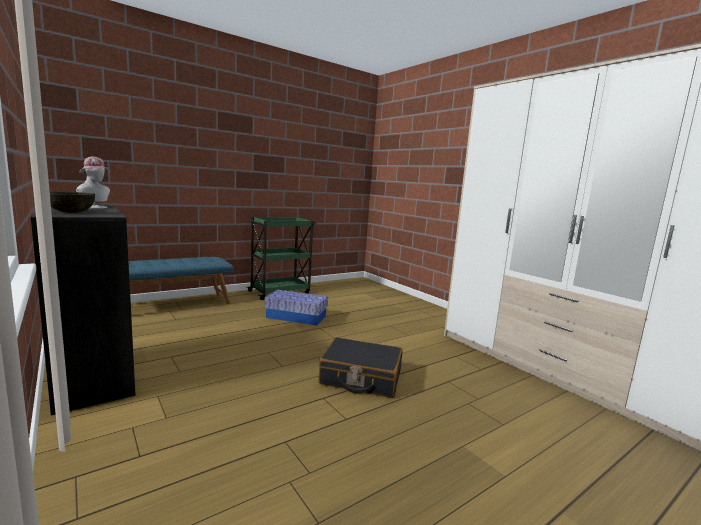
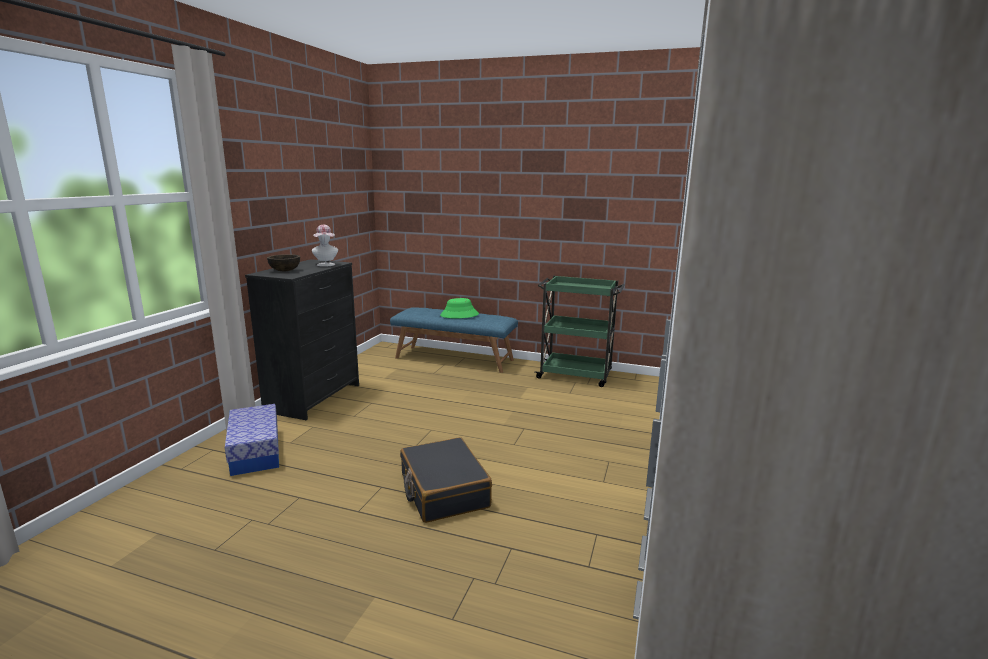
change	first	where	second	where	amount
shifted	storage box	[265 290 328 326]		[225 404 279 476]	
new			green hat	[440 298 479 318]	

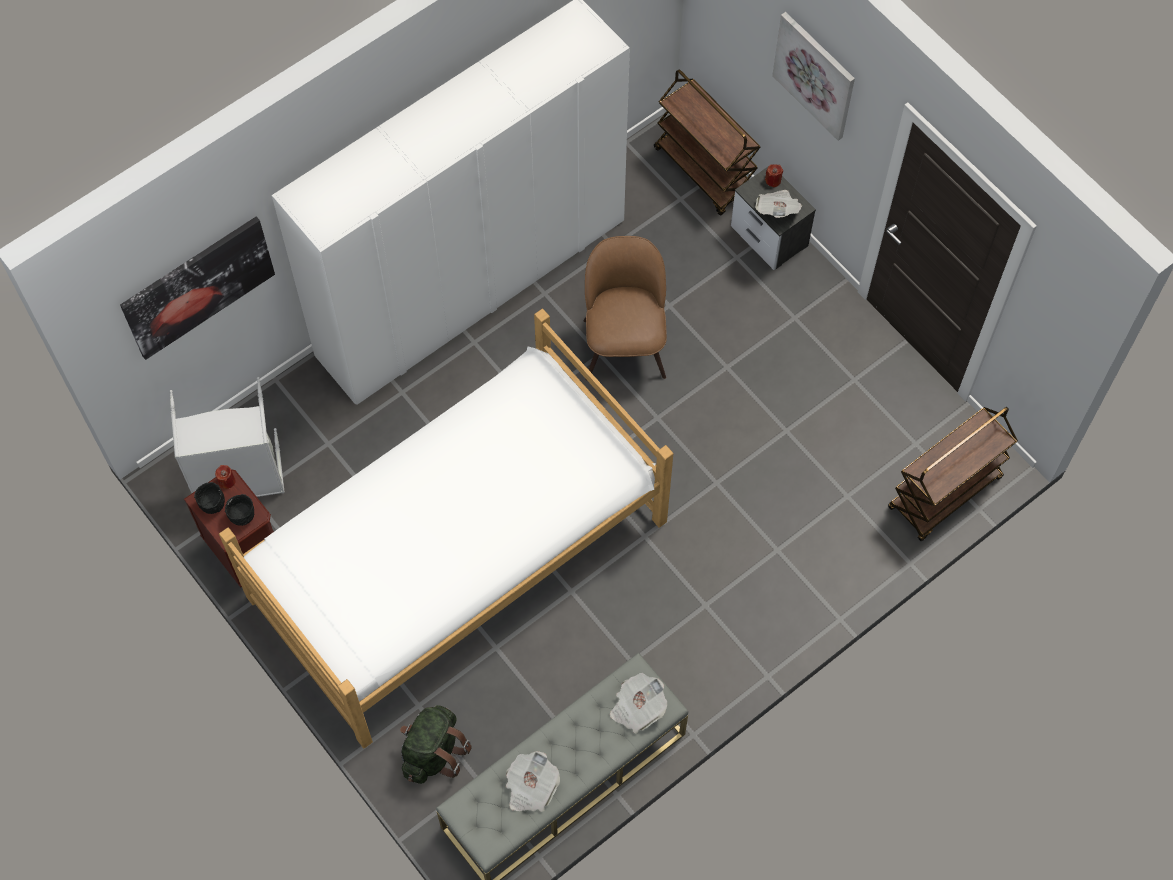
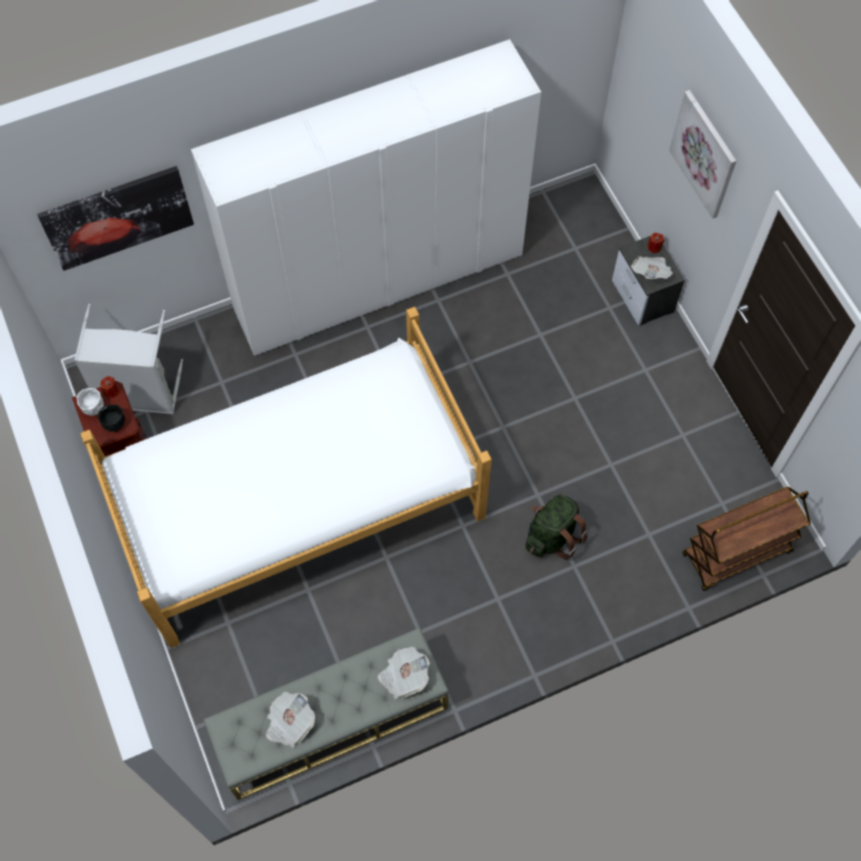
change	first	where	second	where	amount
gone	brown cart	[654 69 761 215]			
gone	brown chair	[584 236 667 381]			
repainted	black bowl	[194 482 225 514]	white bowl	[76 388 104 416]	
shifted	green backpack	[400 705 472 784]		[525 494 588 560]	

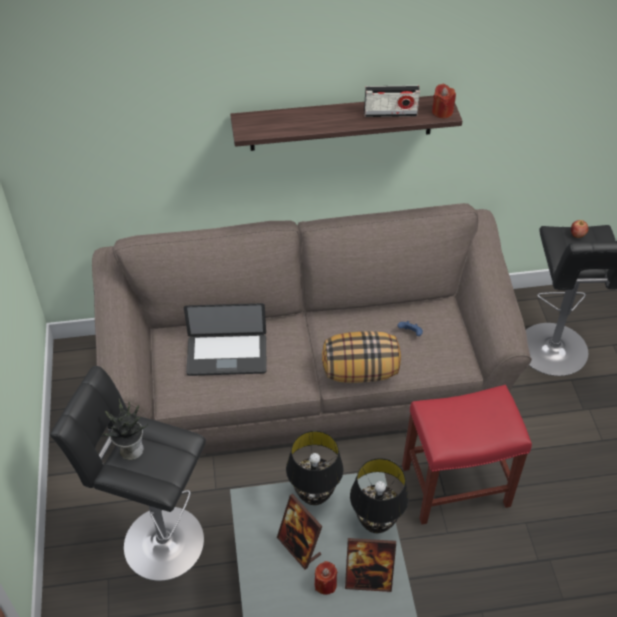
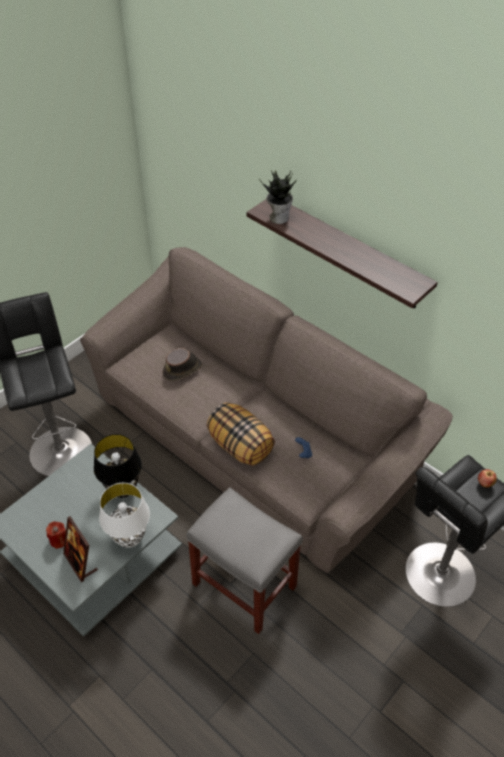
change	first	where	second	where	amount
gone	red candle	[432 84 456 118]			
gone	radio	[364 85 420 117]			
swapped	laptop	[184 303 267 376]	brown hat	[162 348 202 381]	
repainted	red stool	[402 385 532 525]	grey stool	[187 487 303 634]	
shifted	potted plant	[102 399 148 460]		[259 170 297 224]	
repainted	black table lamp	[350 458 409 533]	white table lamp	[99 483 150 548]	
gone	picture frame	[277 494 322 570]			

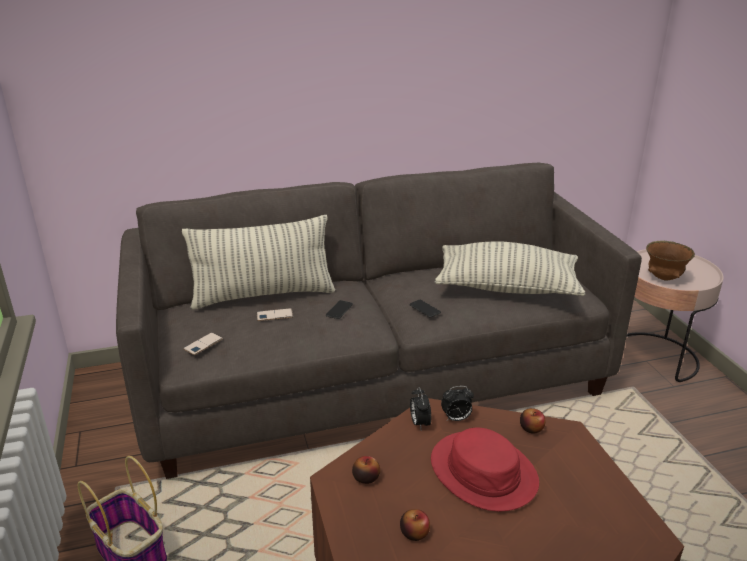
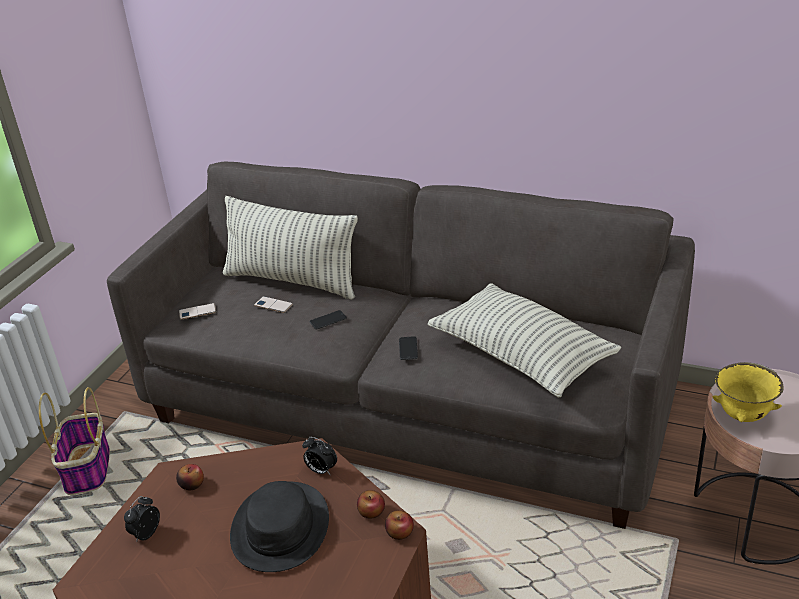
change	first	where	second	where	amount
repainted	brown bowl	[646 240 695 281]	yellow bowl	[713 362 784 422]	
shifted	alarm clock	[410 387 431 429]		[124 496 160 541]	
repainted	red hat	[431 428 539 511]	black hat	[230 481 329 572]	
shifted	apple	[400 509 430 541]		[385 510 414 540]	

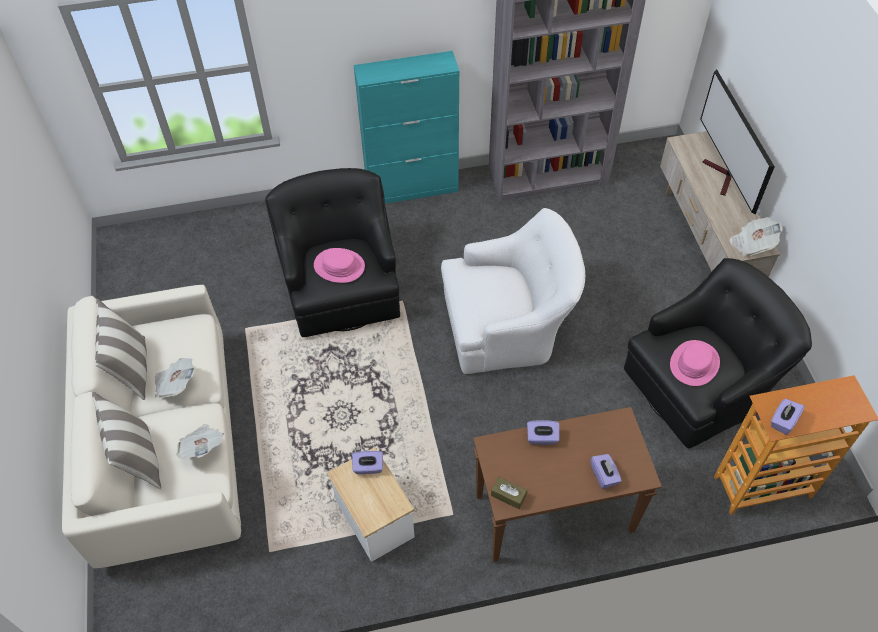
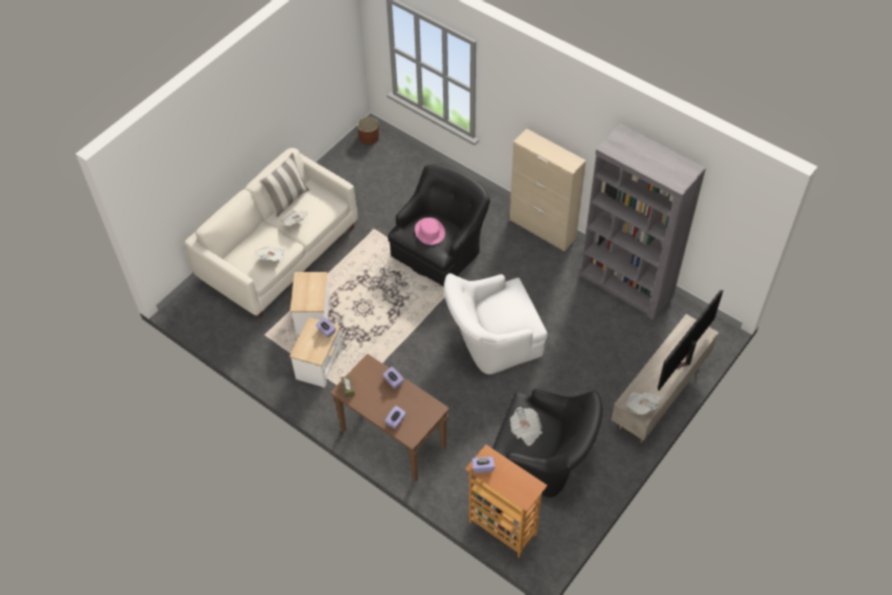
change	first	where	second	where	amount
repainted	turquoise cabinet	[353 51 459 204]	beige cabinet	[510 128 586 251]	
rotated	white armchair	[441 208 585 374]		[444 273 547 374]	120 degrees clockwise
swapped	pink hat	[670 340 720 386]	newspaper	[510 407 542 446]	
gone	pillow	[92 392 161 489]			
new			brown planter	[357 117 379 145]	
new			side table	[290 272 330 334]	

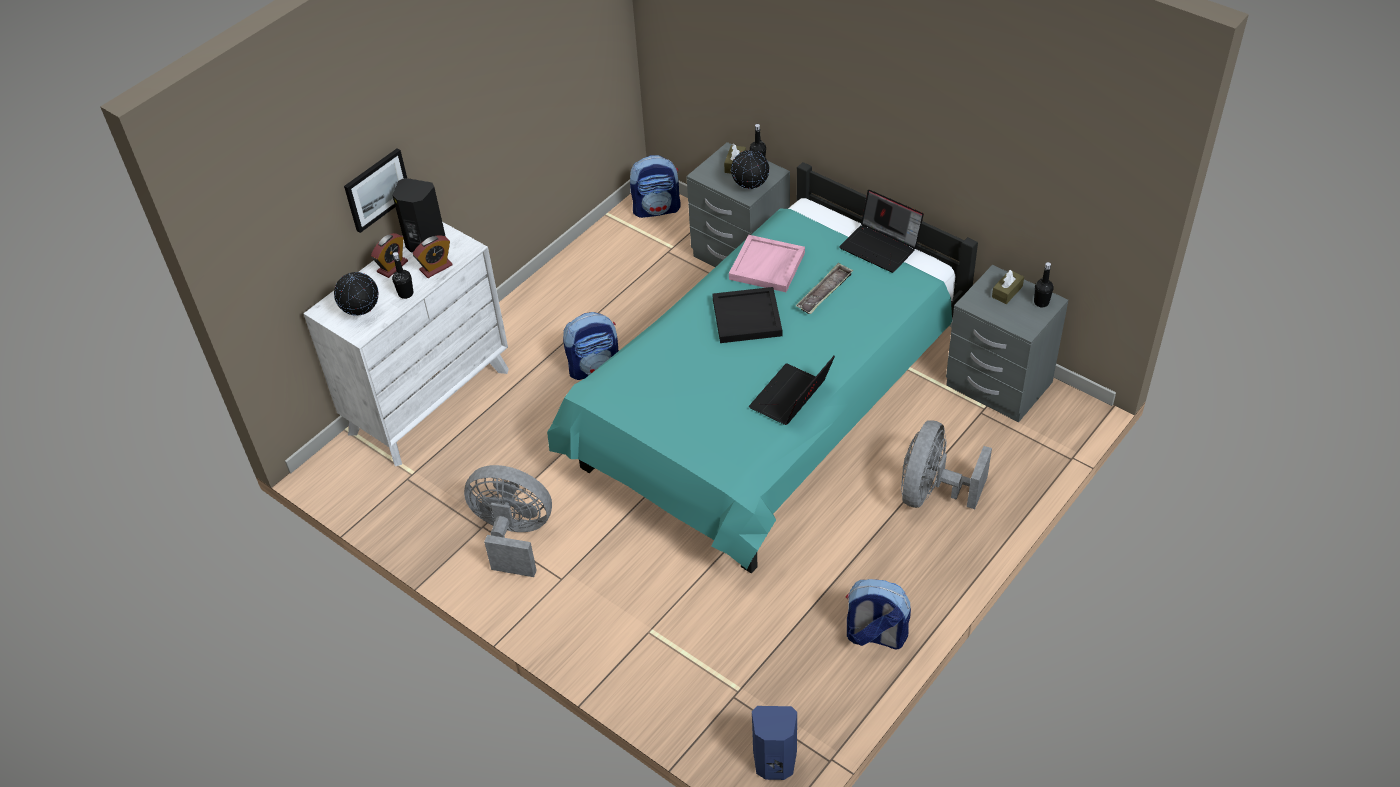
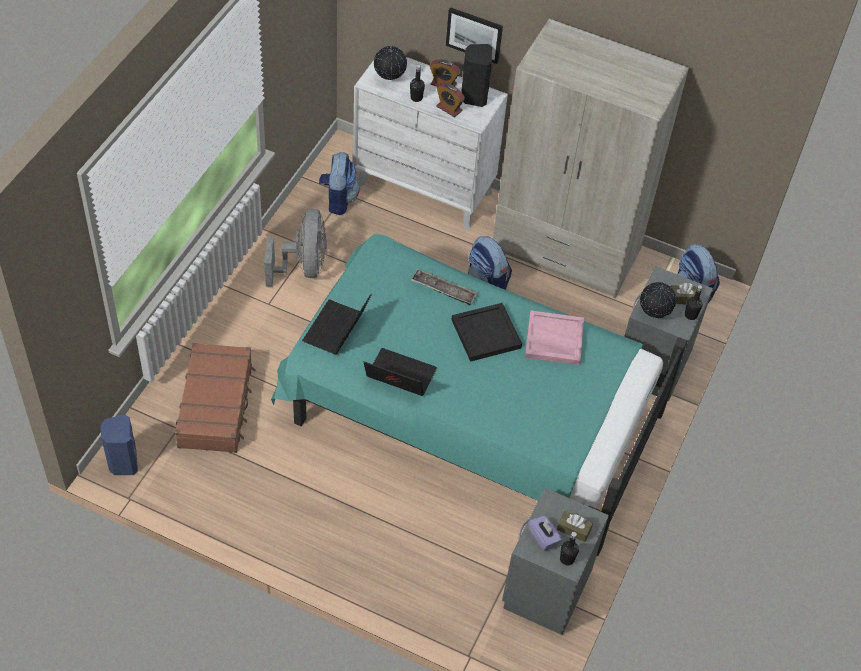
change	first	where	second	where	amount
shifted	laptop	[839 190 924 273]		[302 294 372 354]	
shifted	tray	[796 263 853 314]		[411 269 478 306]	
gone	grey fan	[901 420 992 509]			
shifted	backpack	[846 579 911 649]		[319 152 360 215]	
new			beige wardrobe	[493 19 689 298]	
new			brown suitcase	[175 343 255 453]	
new			purple tissue box	[528 516 562 551]	

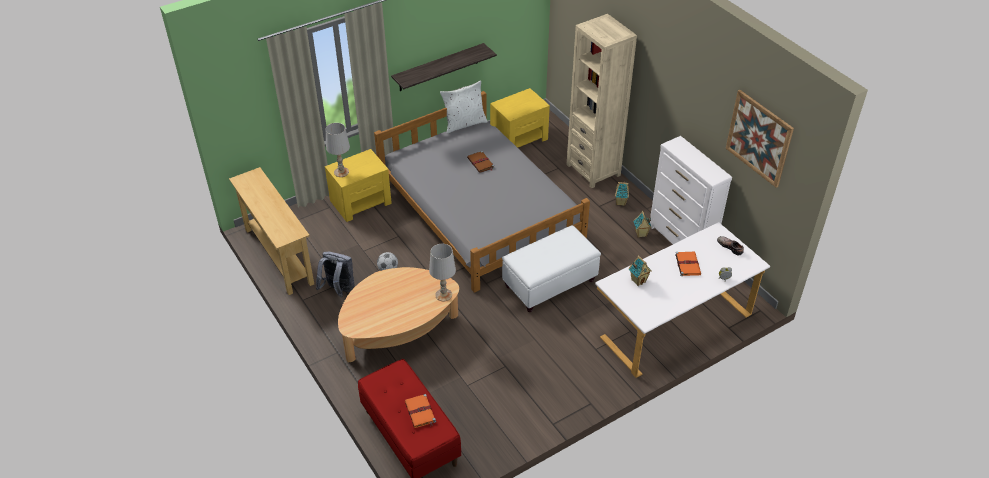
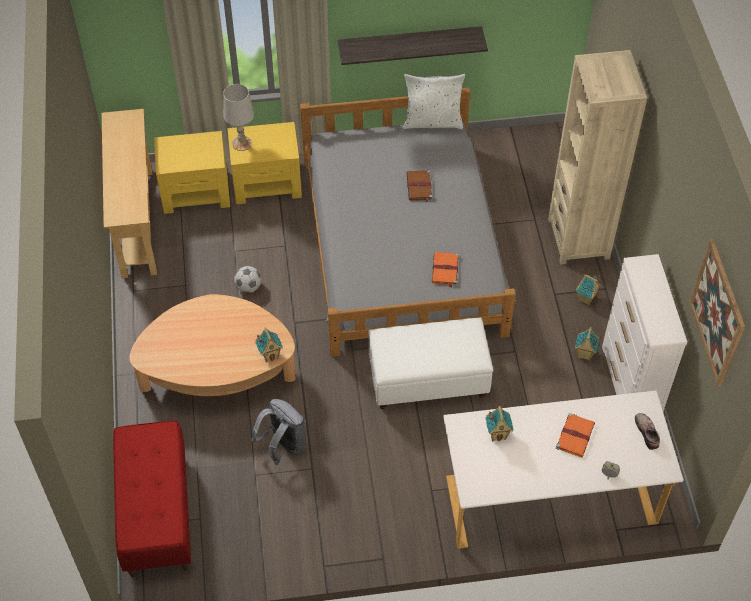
change	first	where	second	where	amount
shifted	yellow nightstand	[490 88 550 148]		[154 131 230 214]	
swapped	white table lamp	[429 244 456 301]	toy house	[255 327 283 362]	
shifted	grey backpack	[316 252 355 298]		[251 399 306 465]	
shifted	orange book	[405 394 436 428]		[432 252 459 288]	

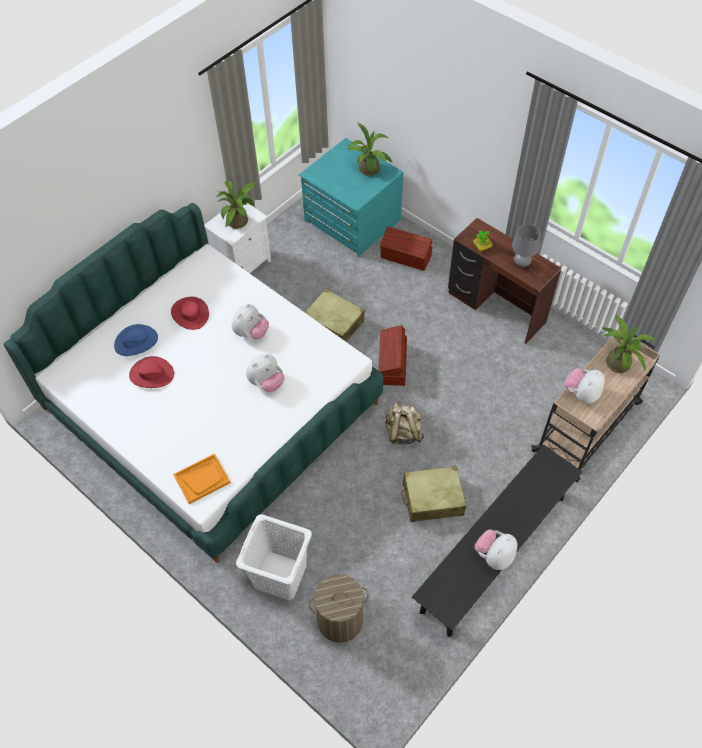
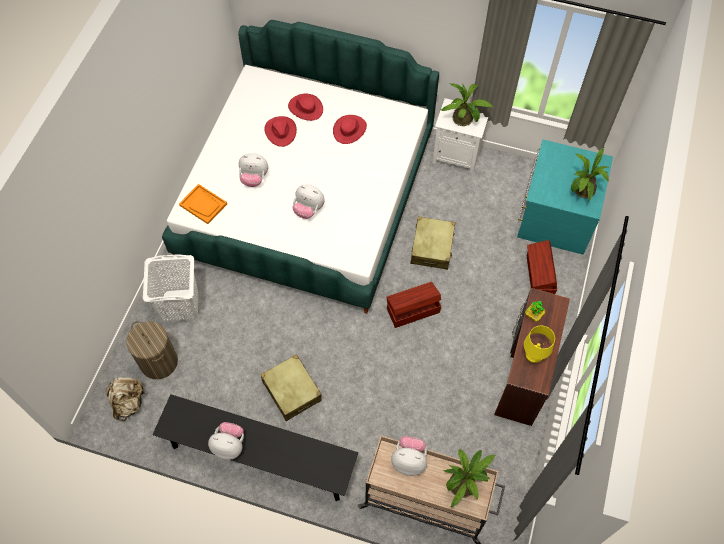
change	first	where	second	where	amount
repainted	grey table lamp	[512 224 541 267]	yellow table lamp	[524 326 555 363]	
shifted	plush toy	[232 304 269 339]		[239 153 268 187]	
repainted	blue hat	[114 324 158 356]	red hat	[288 94 323 121]	
shifted	beige backpack	[385 401 424 444]		[106 377 145 421]	

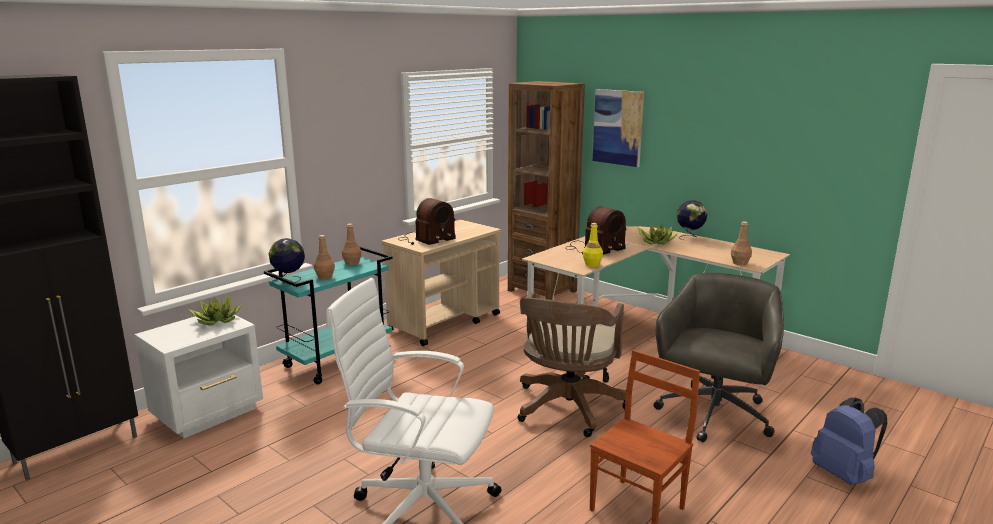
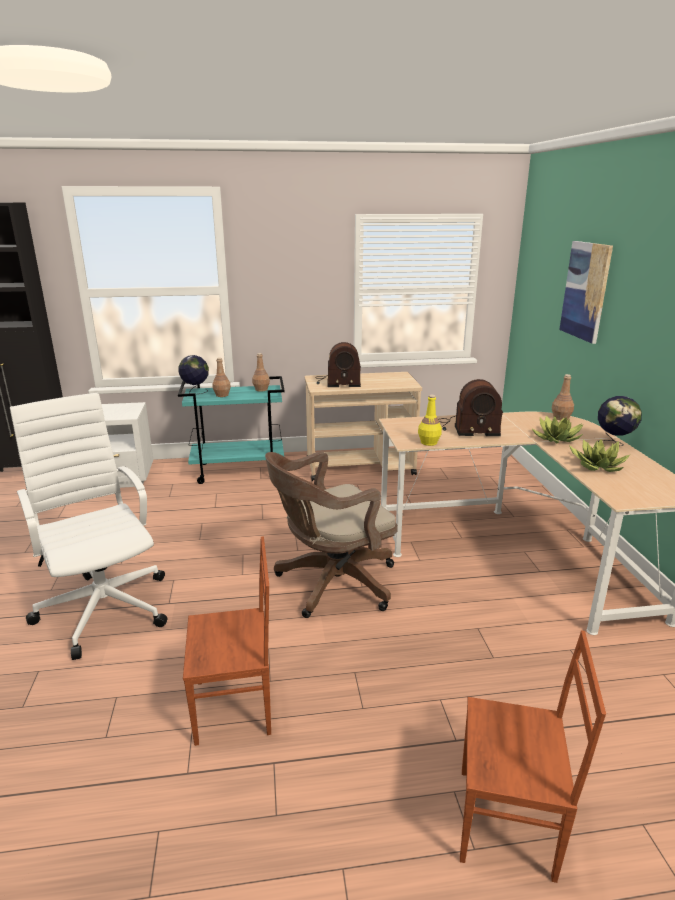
change	first	where	second	where	amount
gone	brown bookcase	[508 81 585 300]			
shifted	brown bottle	[731 222 752 265]		[552 374 574 420]	
gone	grey office chair	[653 273 784 443]			
shifted	potted plant	[188 295 242 326]		[569 439 630 472]	
swapped	blue backpack	[811 397 887 485]	brown chair	[460 630 606 883]	

